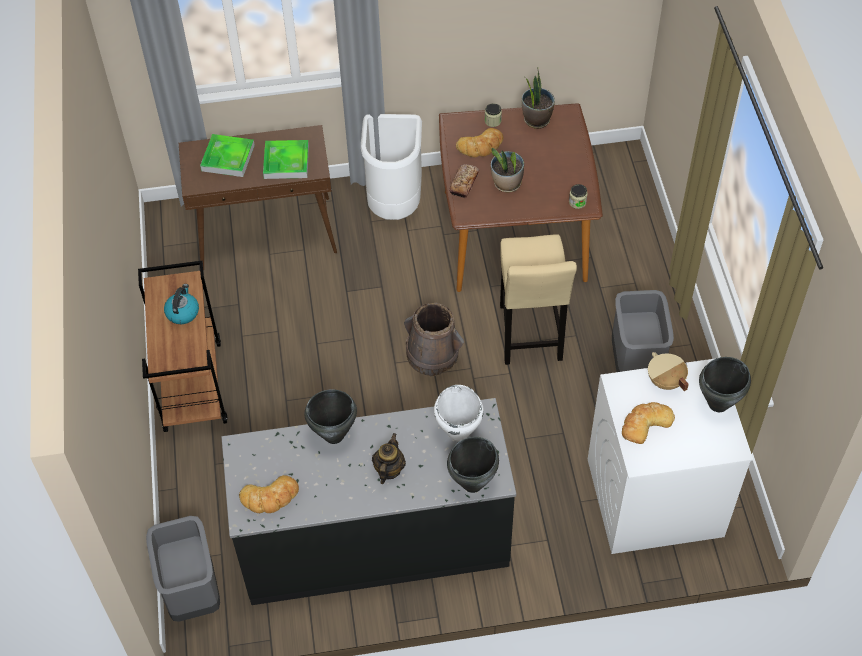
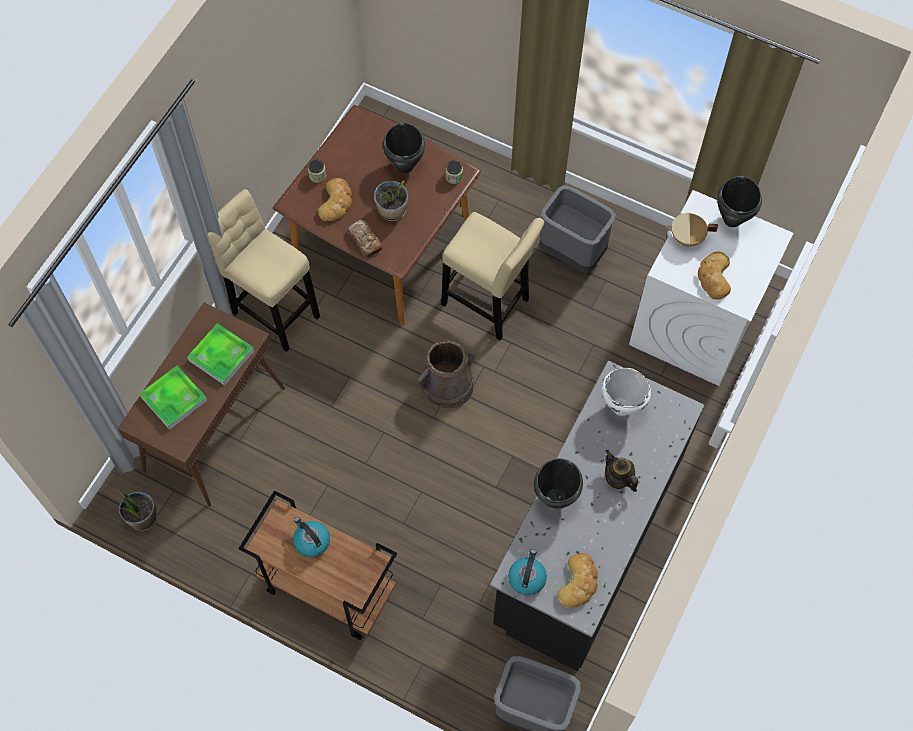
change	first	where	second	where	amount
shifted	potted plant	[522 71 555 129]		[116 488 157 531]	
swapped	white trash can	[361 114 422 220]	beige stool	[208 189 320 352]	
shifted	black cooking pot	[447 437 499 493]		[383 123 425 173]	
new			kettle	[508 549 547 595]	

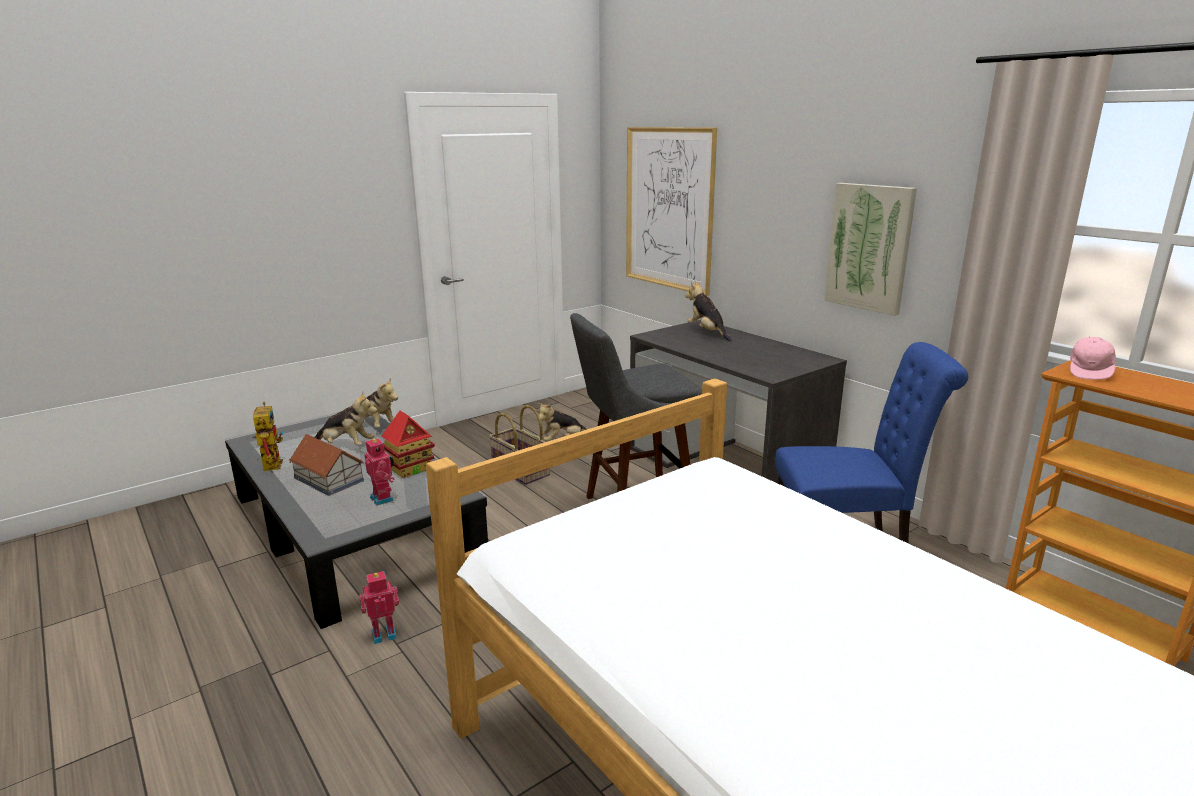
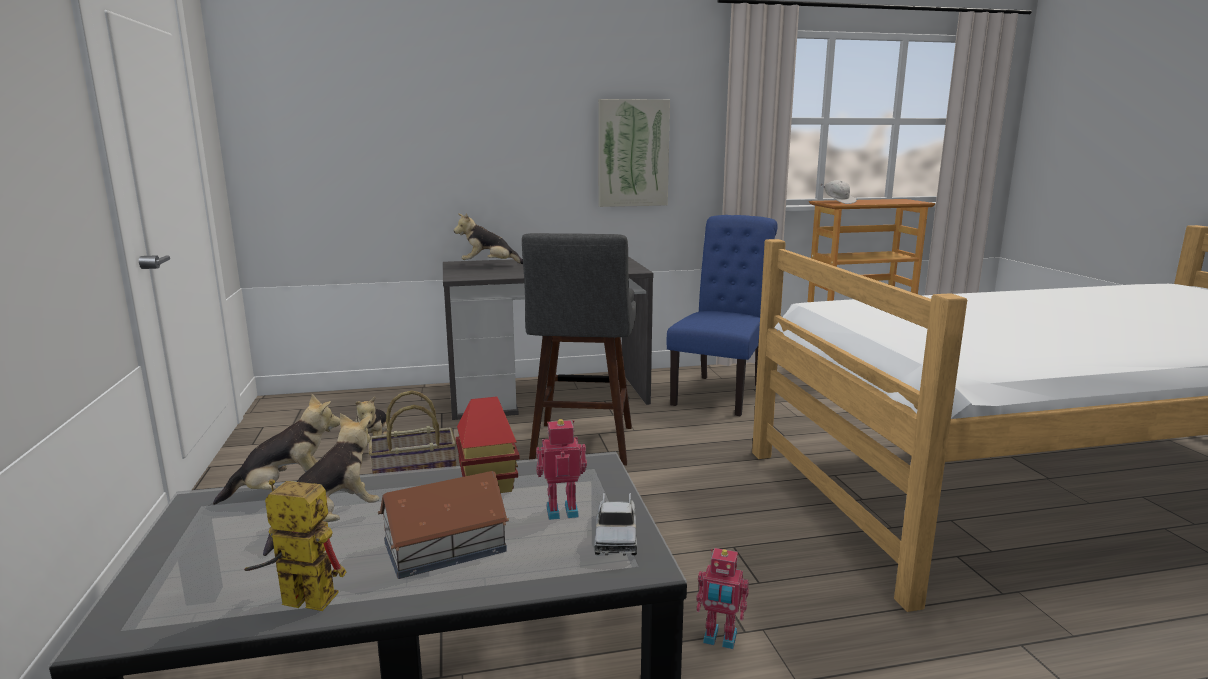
change	first	where	second	where	amount
gone	picture	[626 127 717 296]			
repainted	pink cap	[1070 337 1116 380]	white cap	[821 180 857 204]	
rotated	toy robot	[359 571 399 644]		[696 548 749 649]	75 degrees counterclockwise
new			toy truck	[594 493 637 556]	

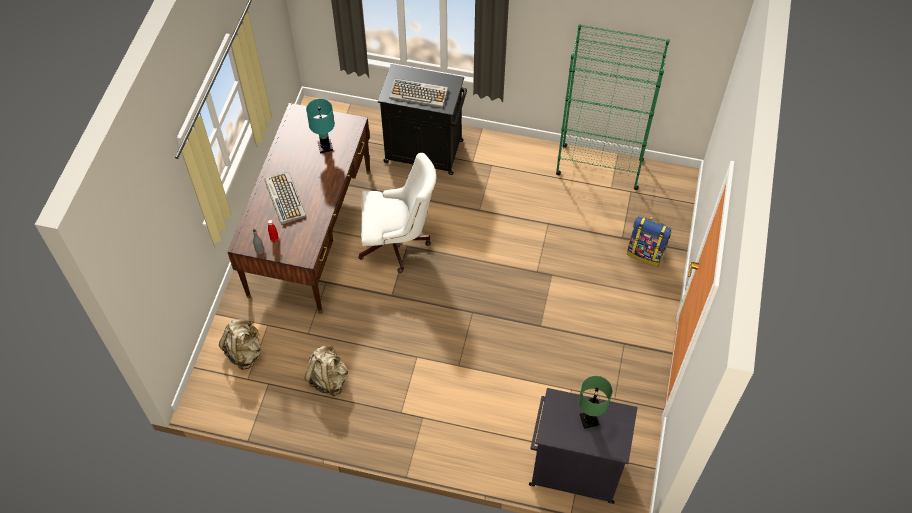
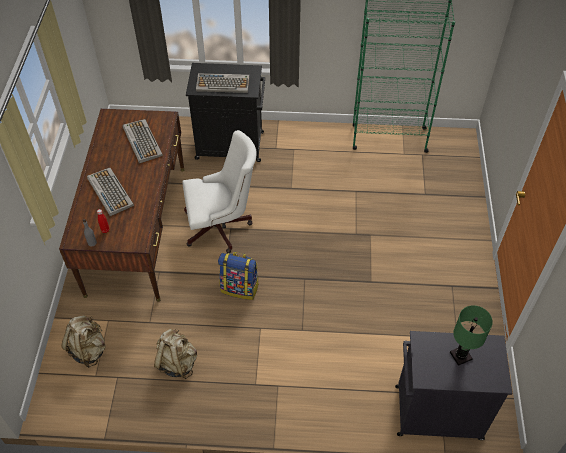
change	first	where	second	where	amount
swapped	turquoise table lamp	[306 99 335 153]	keyboard	[123 119 163 164]	
shifted	backpack	[627 216 671 266]		[218 252 259 300]	

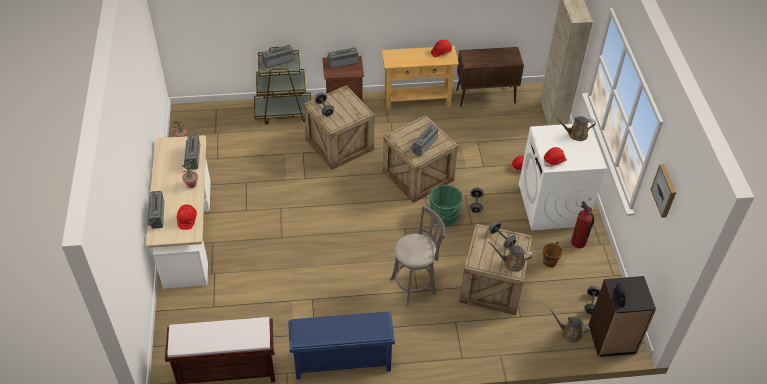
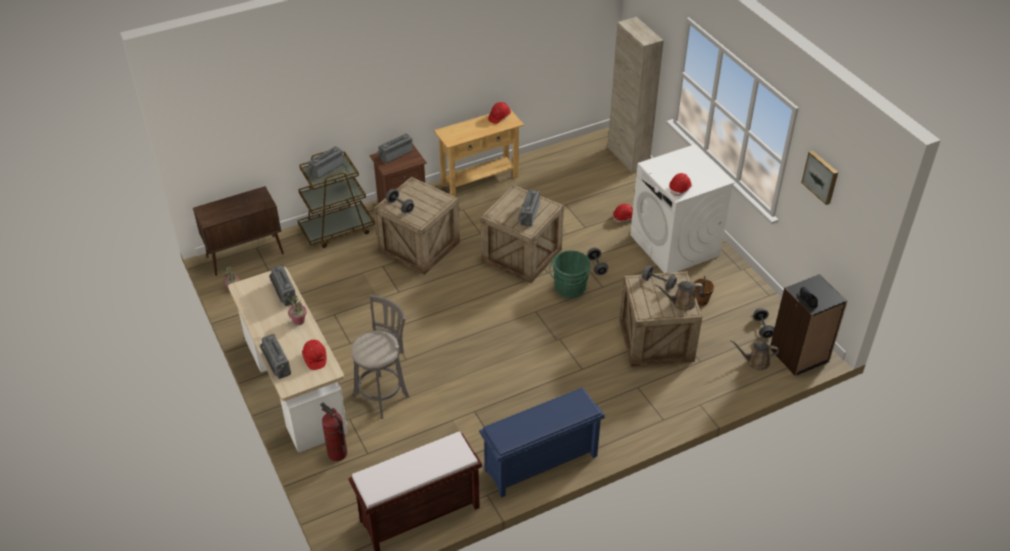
change	first	where	second	where	amount
shifted	brown cabinet	[456 47 524 107]		[193 186 284 276]	
gone	brown watering can	[555 116 596 141]			
shifted	fire extinguisher	[571 201 594 248]		[320 402 347 461]	
shifted	grey stool	[390 205 445 307]		[351 295 410 419]	

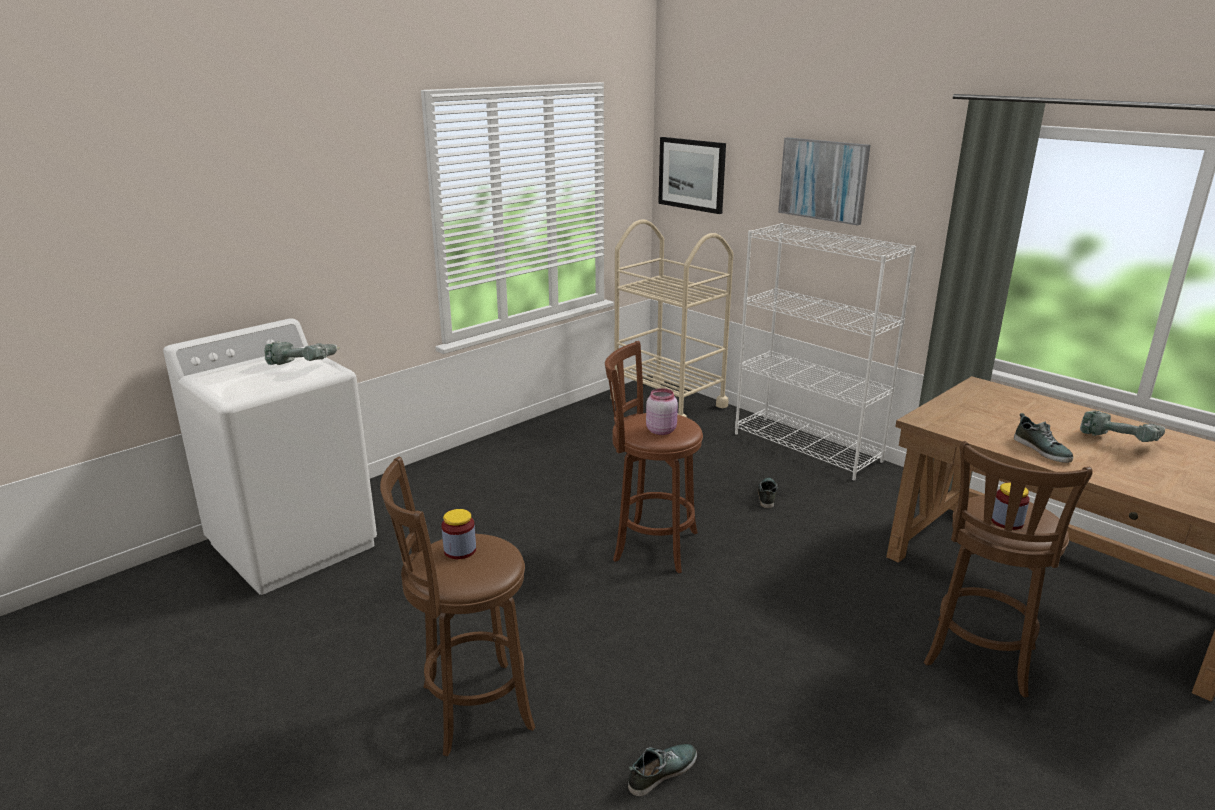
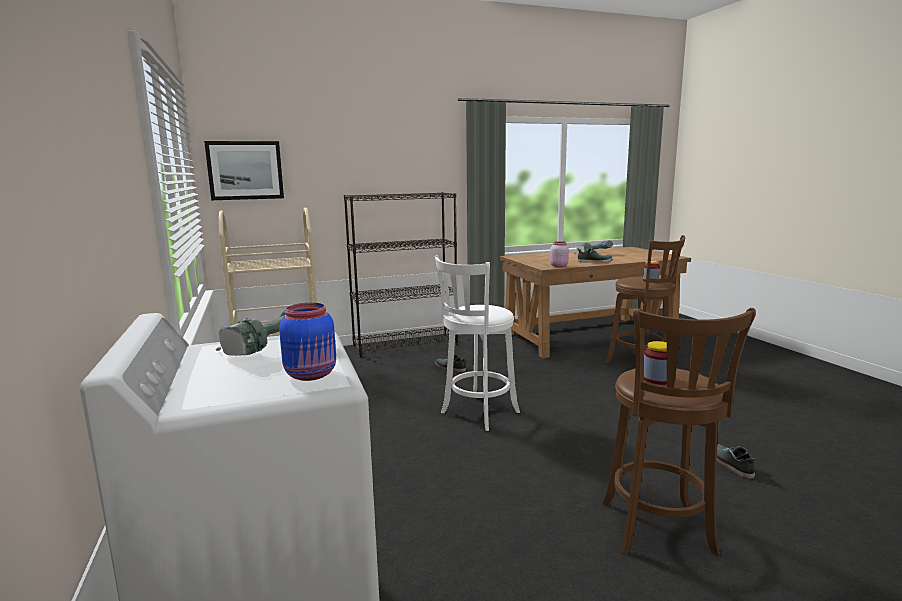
change	first	where	second	where	amount
gone	picture	[778 137 870 226]			
repainted	white bookcase	[735 223 916 481]	black bookcase	[344 192 458 357]	
repainted	brown stool	[605 341 703 573]	white stool	[434 255 520 431]	
shifted	pink jar	[646 388 678 435]		[550 241 569 267]	
new			blue jar	[279 303 336 381]	

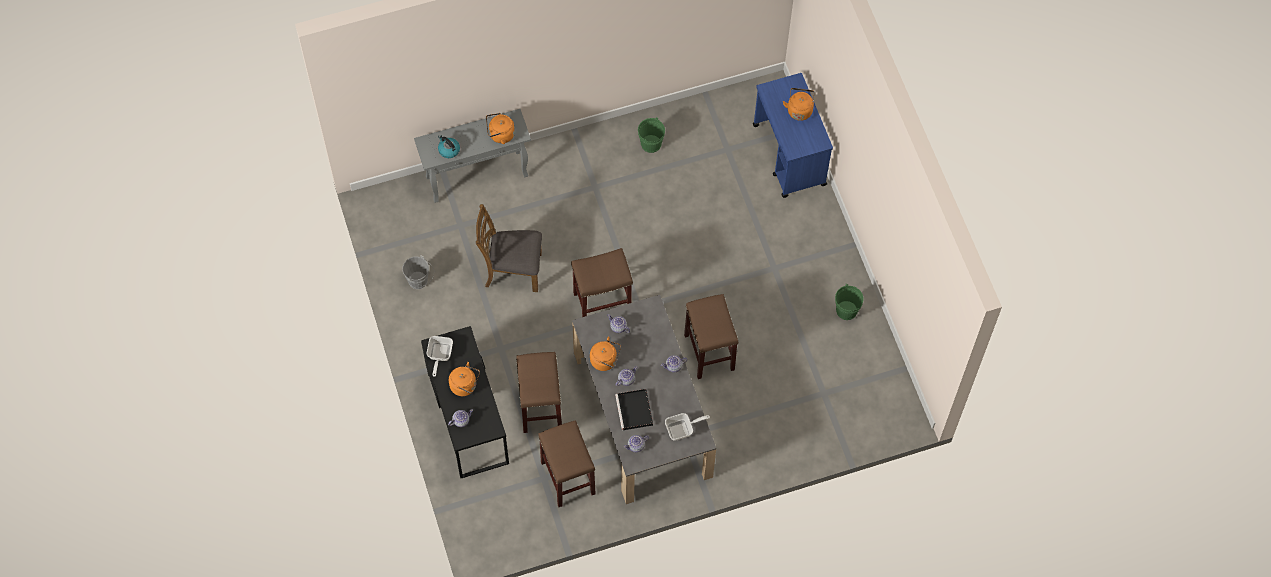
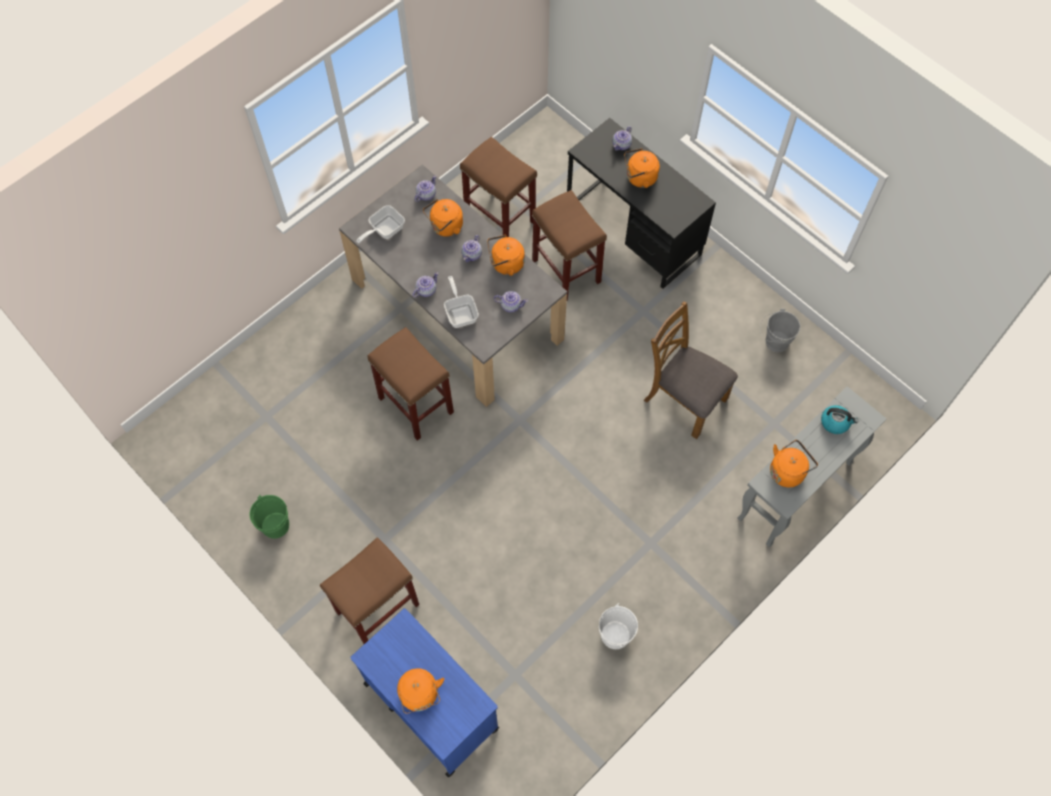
change	first	where	second	where	amount
repainted	green bucket	[638 117 665 153]	white bucket	[599 603 638 649]	
rotated	brown chair	[476 204 542 292]		[644 301 738 439]	120 degrees counterclockwise
shifted	brown stool	[571 248 633 317]		[320 537 419 644]	
shifted	frying pan	[427 336 453 377]		[444 276 479 328]	
swapped	black tray	[615 389 653 430]	orange kettle	[423 199 463 237]	

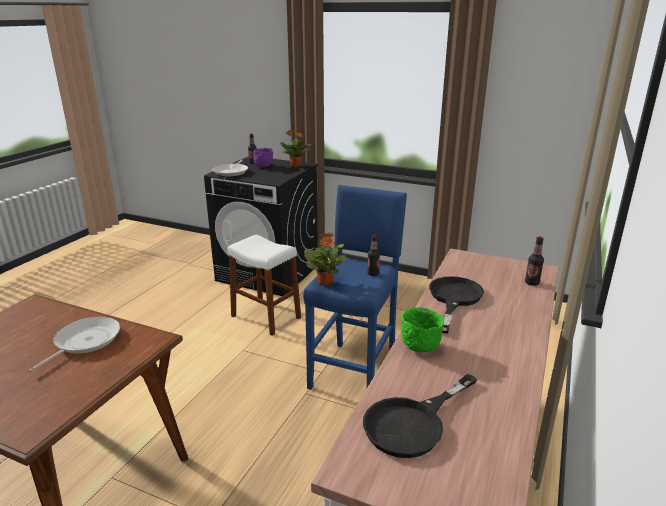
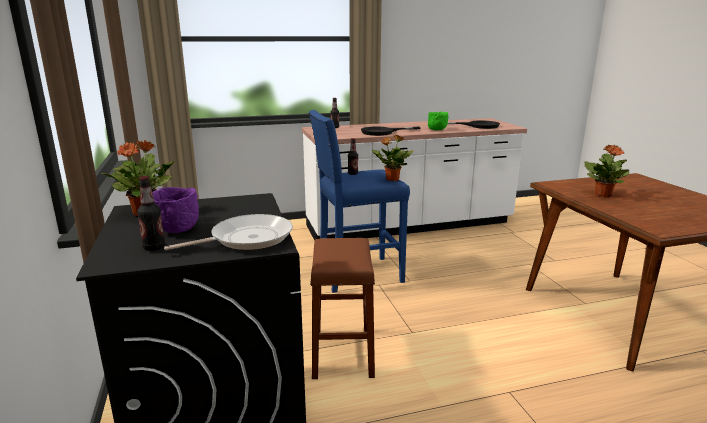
change	first	where	second	where	amount
repainted	white stool	[227 235 301 336]	brown stool	[310 238 375 379]	
swapped	frying pan	[28 317 120 372]	potted plant	[584 145 629 197]	

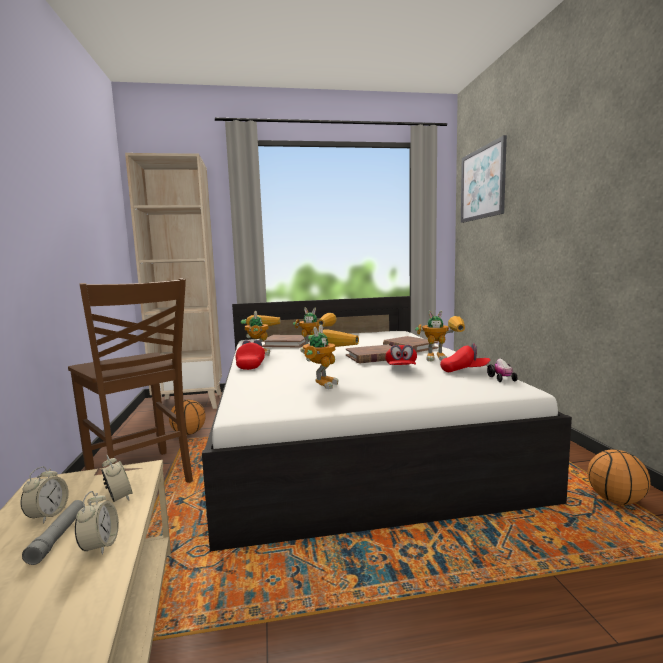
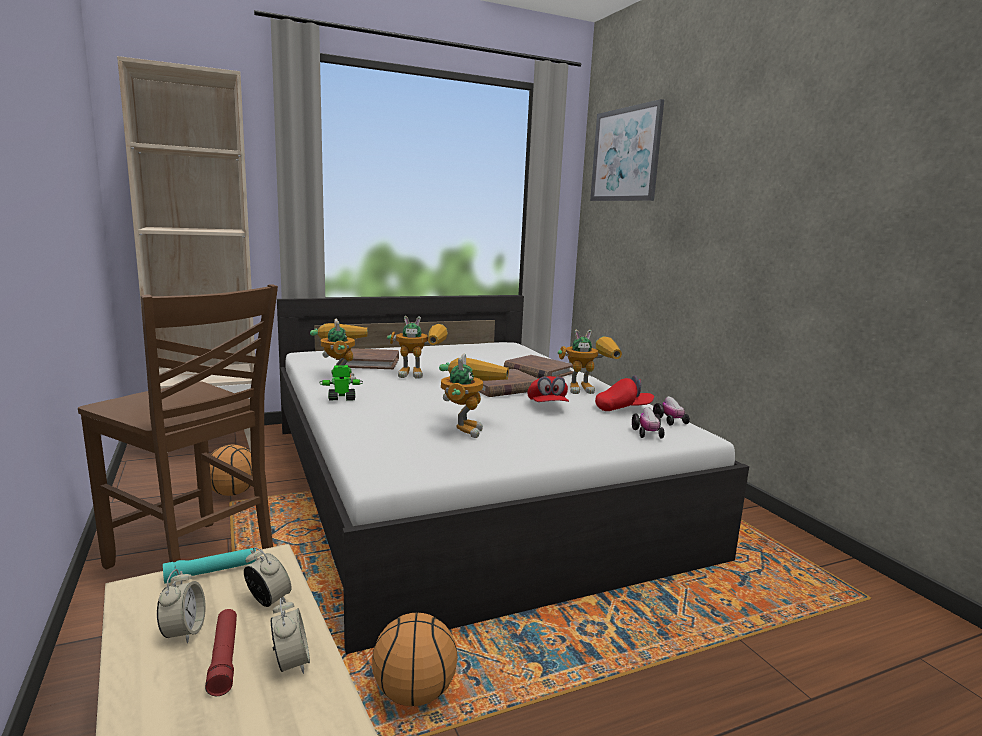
change	first	where	second	where	amount
swapped	red cap	[236 340 265 370]	toy robot	[319 365 363 401]	
shifted	basketball	[588 449 651 505]		[372 613 458 706]	
repainted	grey flashlight	[22 500 84 565]	red flashlight	[205 609 237 696]	
new			toy car	[632 407 664 439]	
new			turquoise flashlight	[163 548 257 584]	

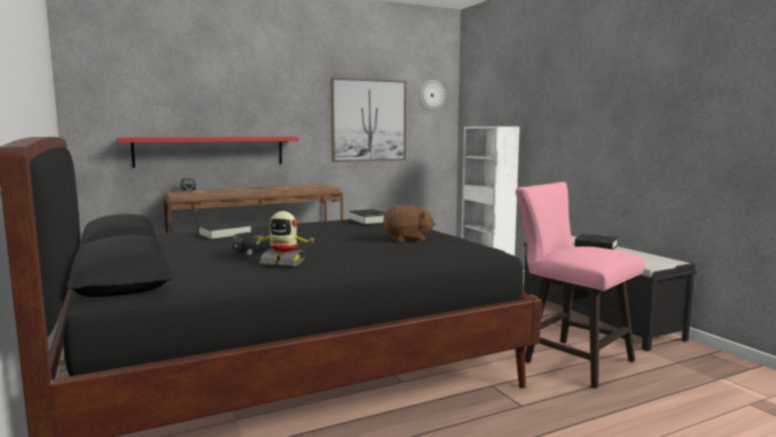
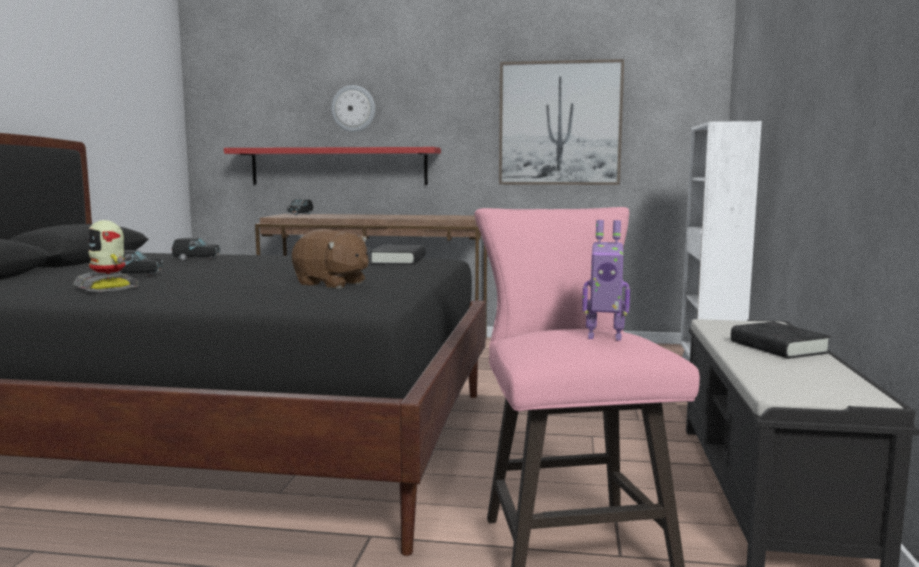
change	first	where	second	where	amount
shifted	wall clock	[419 80 445 111]		[331 85 375 132]	
swapped	black book	[197 221 252 240]	black toy car	[172 238 221 261]	
new			toy robot	[582 220 630 340]	

